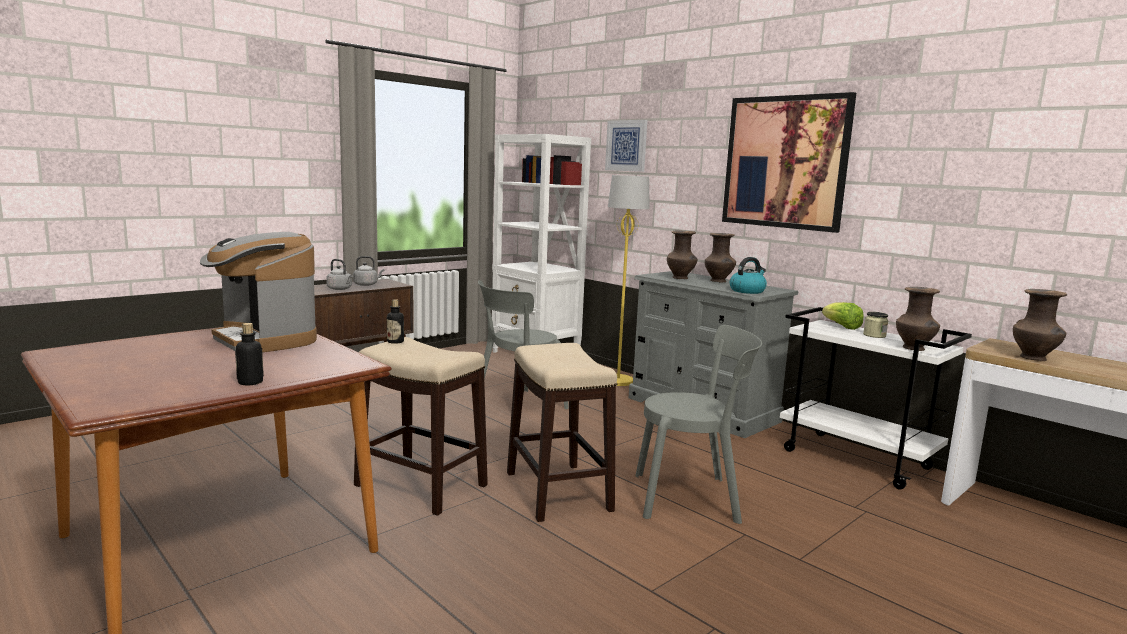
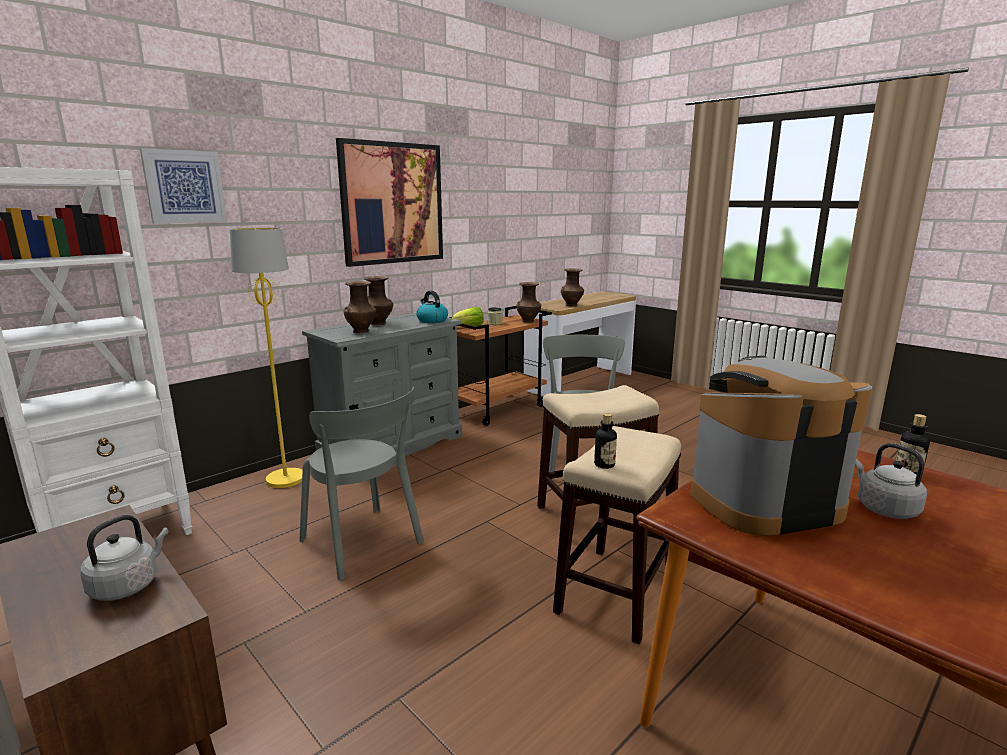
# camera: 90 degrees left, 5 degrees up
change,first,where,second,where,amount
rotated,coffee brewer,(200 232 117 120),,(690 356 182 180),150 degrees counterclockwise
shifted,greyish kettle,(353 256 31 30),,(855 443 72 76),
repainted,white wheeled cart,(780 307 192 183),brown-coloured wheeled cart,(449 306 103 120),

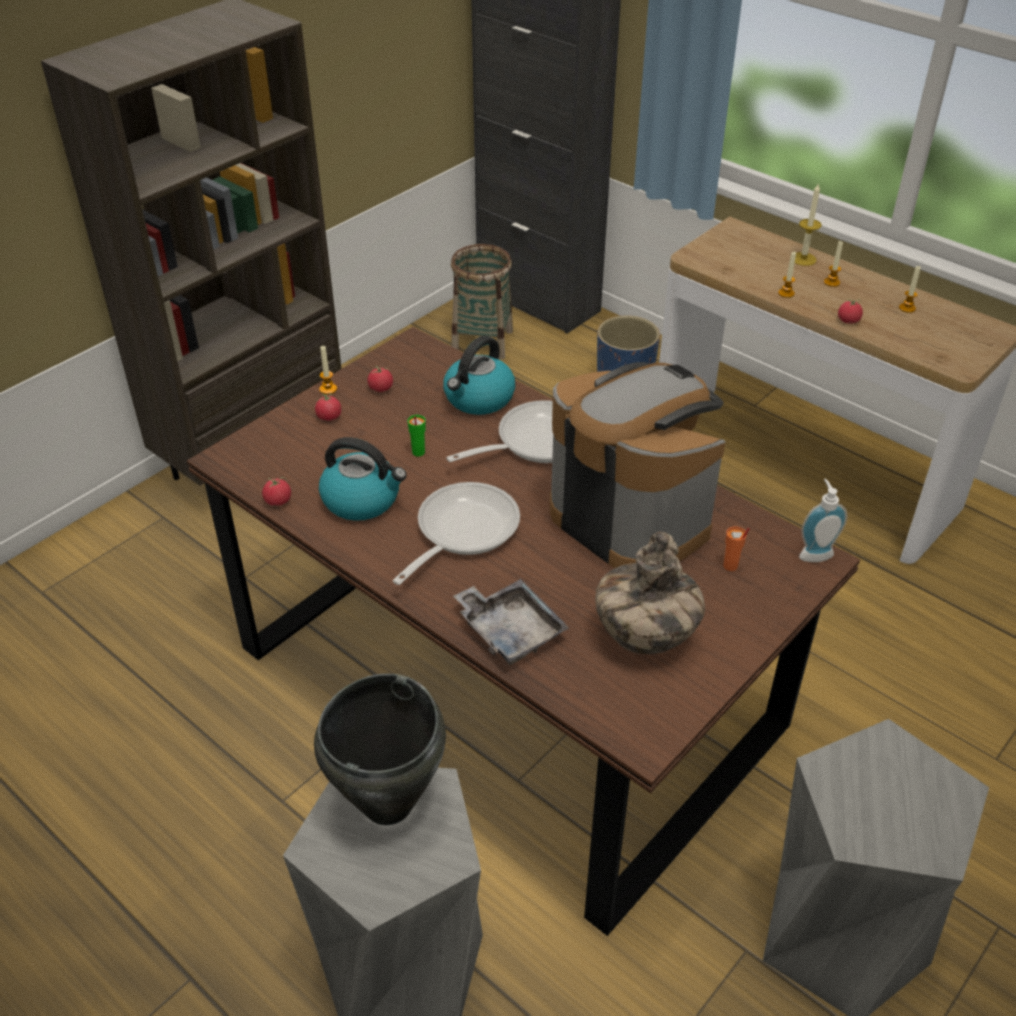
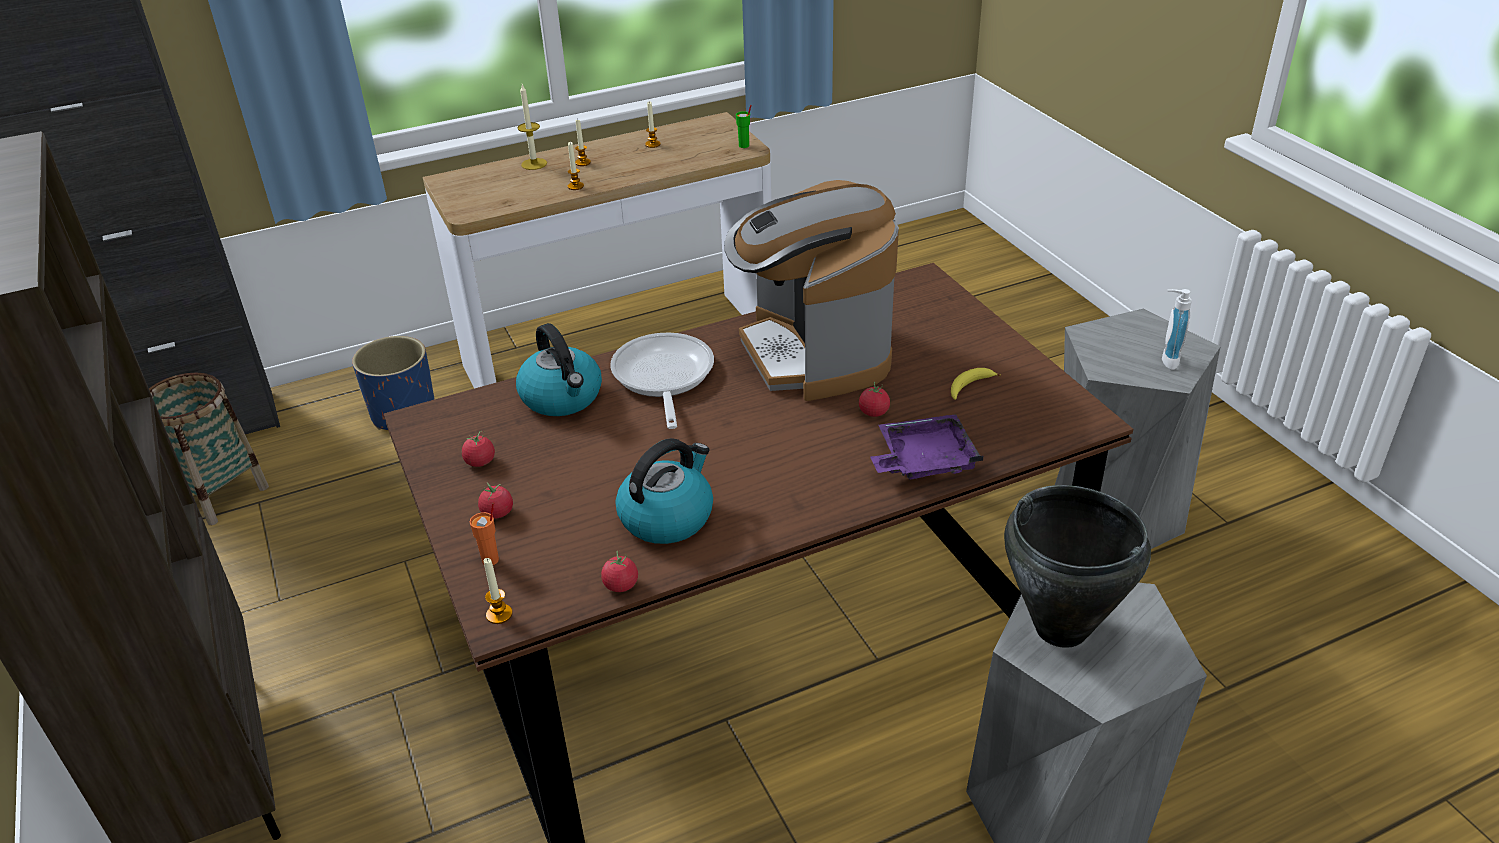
# camera: 65 degrees left, 5 degrees down
change,first,where,second,where,amount
shifted,candle,(319 346 18 49),,(484 558 28 66),
gone,pan,(392 482 128 103),,,
shifted,green-coloured small cup,(408 415 18 42),,(736 105 15 43),
repainted,greyish serving tray,(454 579 115 86),purplish serving tray,(870 414 113 65),
rotated,coffee brewer,(550 362 175 206),,(724 180 175 221),90 degrees counterclockwise
swapped,vase,(595 532 110 122),banana fruit,(951 368 50 32),
shifted,orange small cup,(723 527 27 44),,(470 502 29 63),
shifted,soap bottle,(799 479 48 83),,(1162 289 30 81),
shifted,fresh tomato,(838 299 25 25),,(859 382 31 35),

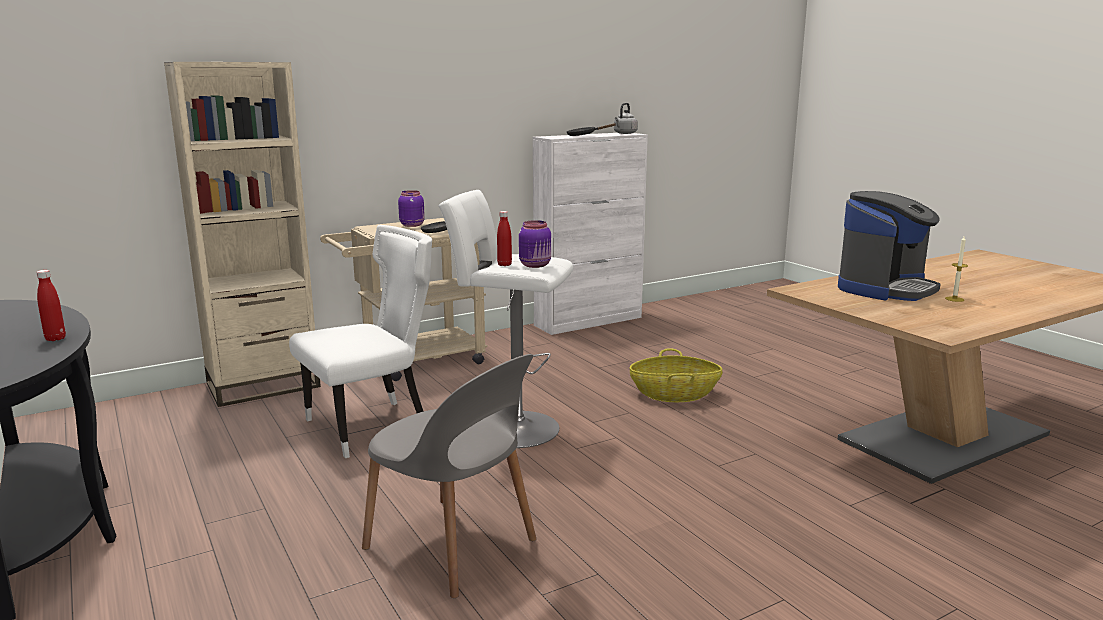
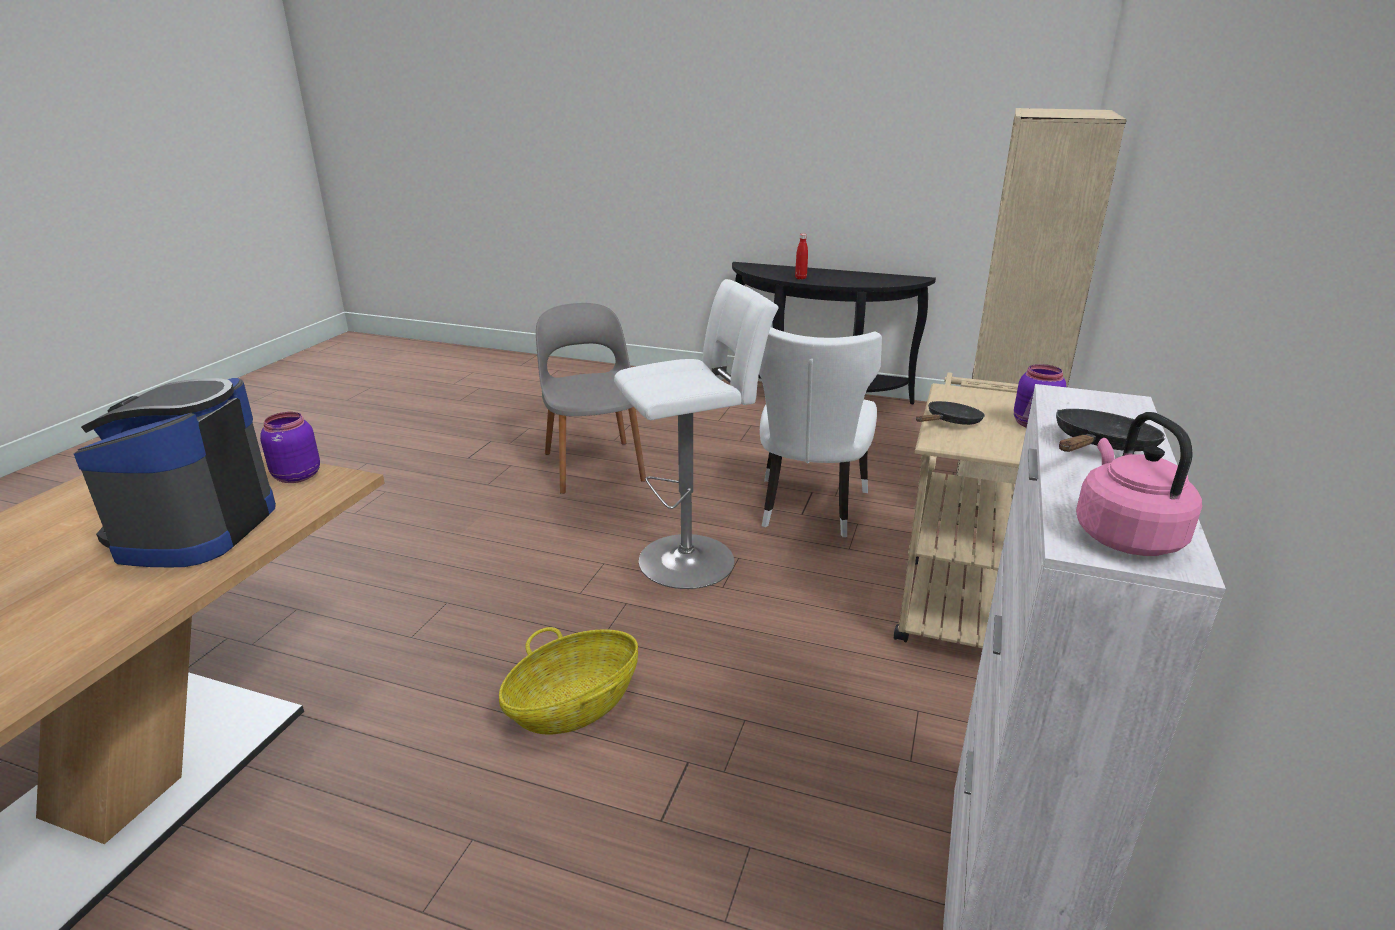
# camera: 140 degrees right, 10 degrees up
change,first,where,second,where,amount
rotated,greyish upright chair,(362 354 174 244),,(536 303 110 191),75 degrees clockwise
gone,red-coloured bottle,(497 211 15 55),,,
shifted,purplish jar,(519 220 32 48),,(260 412 60 71),
repainted,greyish kettle,(614 103 24 31),pinkish kettle,(1076 412 126 144),
gone,candle,(945 236 23 66),,,

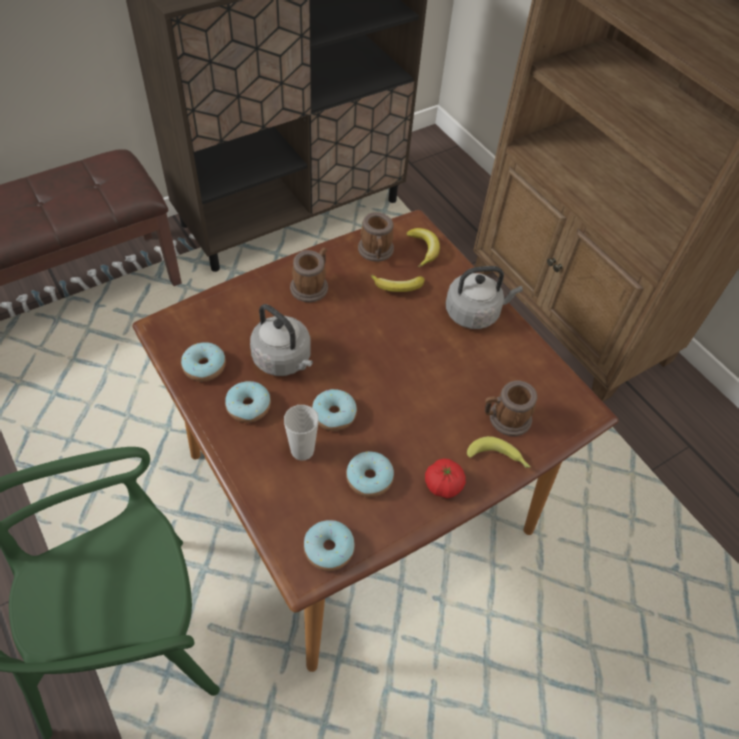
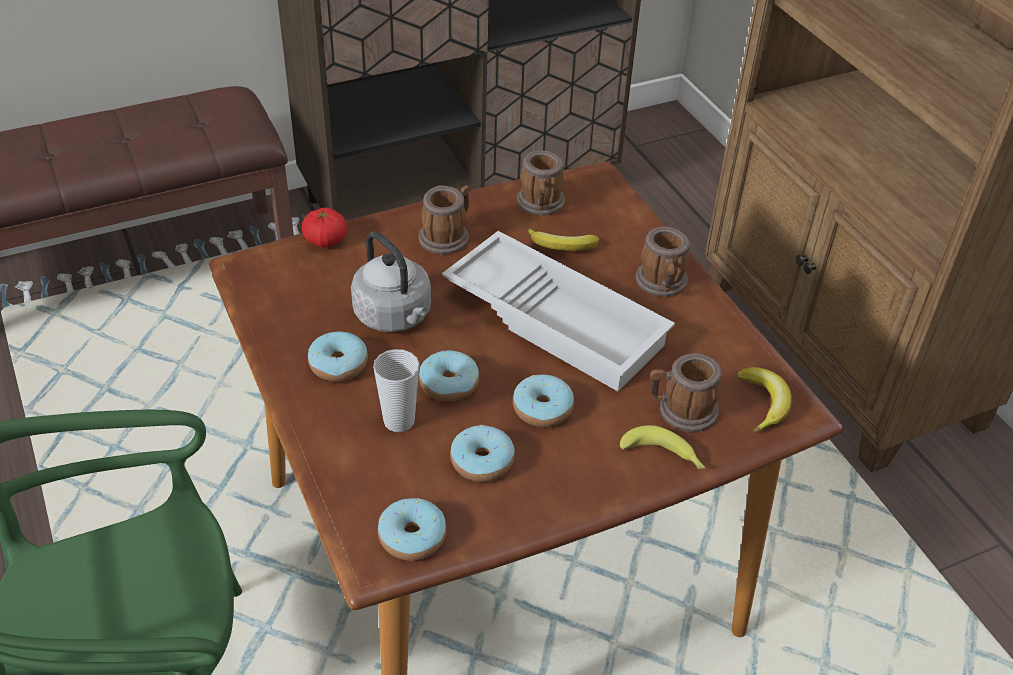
# camera: 10 degrees right, 10 degrees down
change,first,where,second,where,amount
shifted,ring doughnut,(181 342 45 40),,(513 374 61 53),
shifted,banana fruit,(406 228 34 40),,(737 367 55 65),
shifted,fresh tomato,(425 458 41 40),,(302 208 45 39),
swapped,greyish kettle,(446 266 77 63),coffee mug,(636 227 54 70),
new,,,white serving tray,(442 231 233 160),

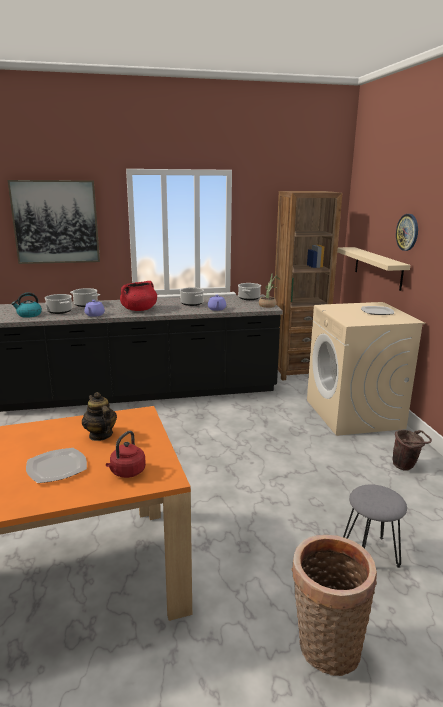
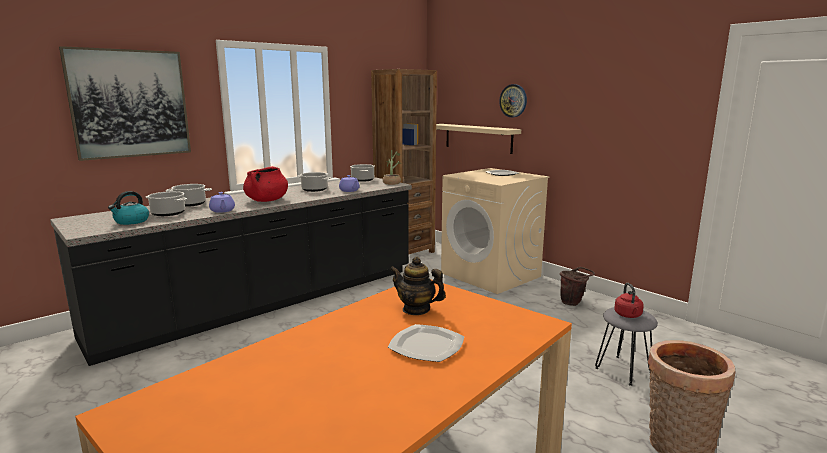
# camera: 30 degrees left, 5 degrees down
change,first,where,second,where,amount
shifted,red-coloured kettle,(106 431 40 47),,(614 283 30 35),

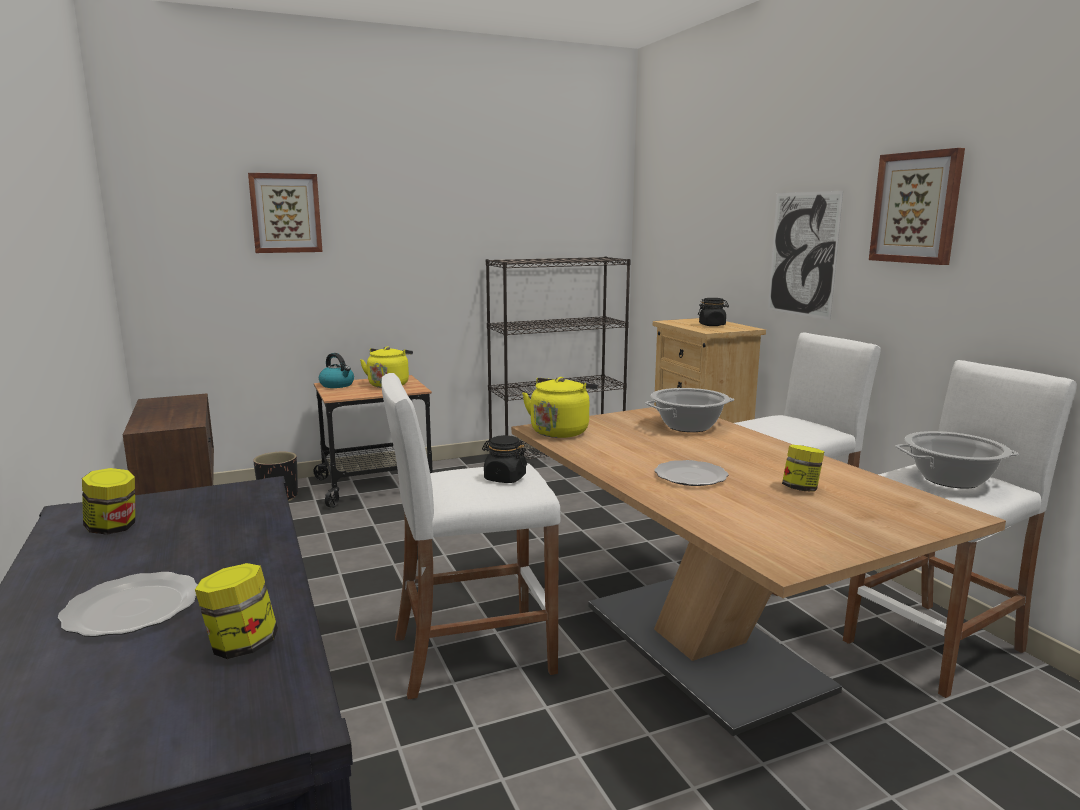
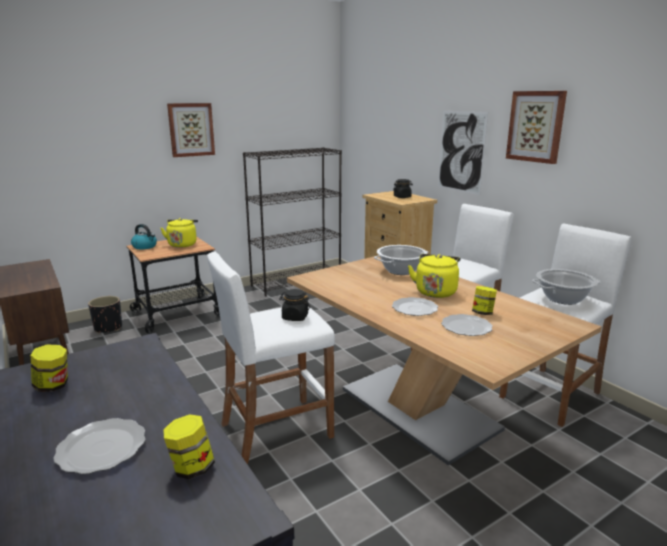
# camera: 10 degrees left, 5 degrees up
change,first,where,second,where,amount
shifted,wall art,(248 173 74 80),,(167 103 48 54),
shifted,yellow-coloured kettle,(522 377 76 61),,(408 254 52 44),
new,,,flat dish,(441 314 52 22),

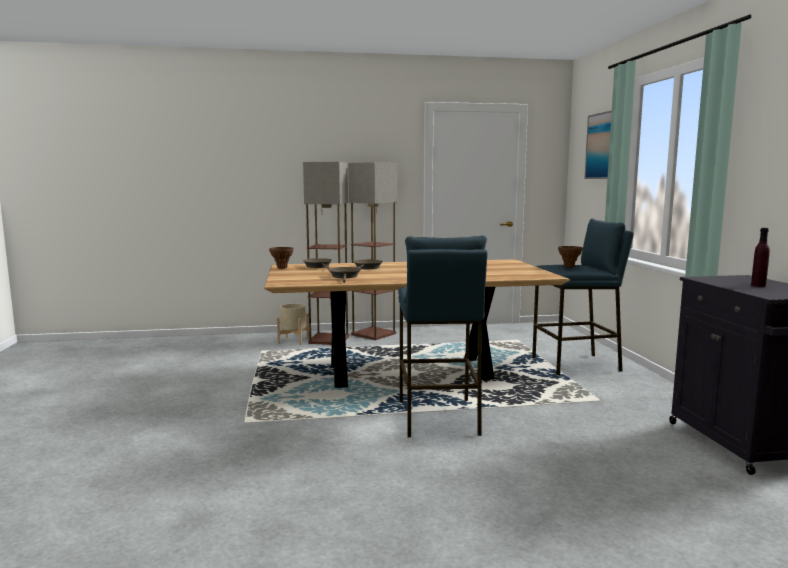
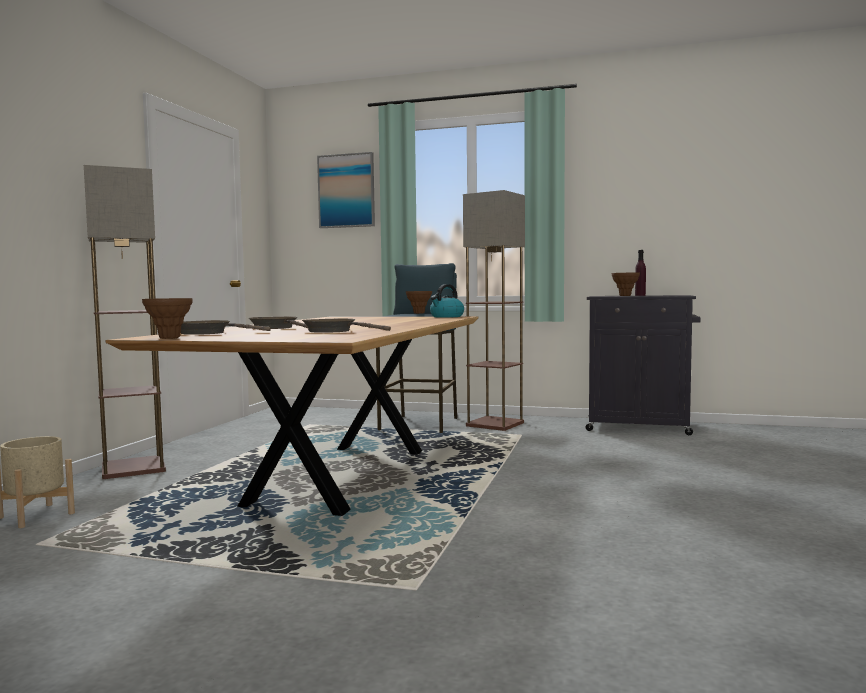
# camera: 65 degrees left, 5 degrees down
change,first,where,second,where,amount
shifted,standing lamp,(303 162 46 183),,(463 190 62 241),
gone,blue-coloured sitting stool,(398 235 89 202),,,
new,,,kettle,(430 284 34 34),
new,,,brown-coloured vase,(612 273 28 23),

